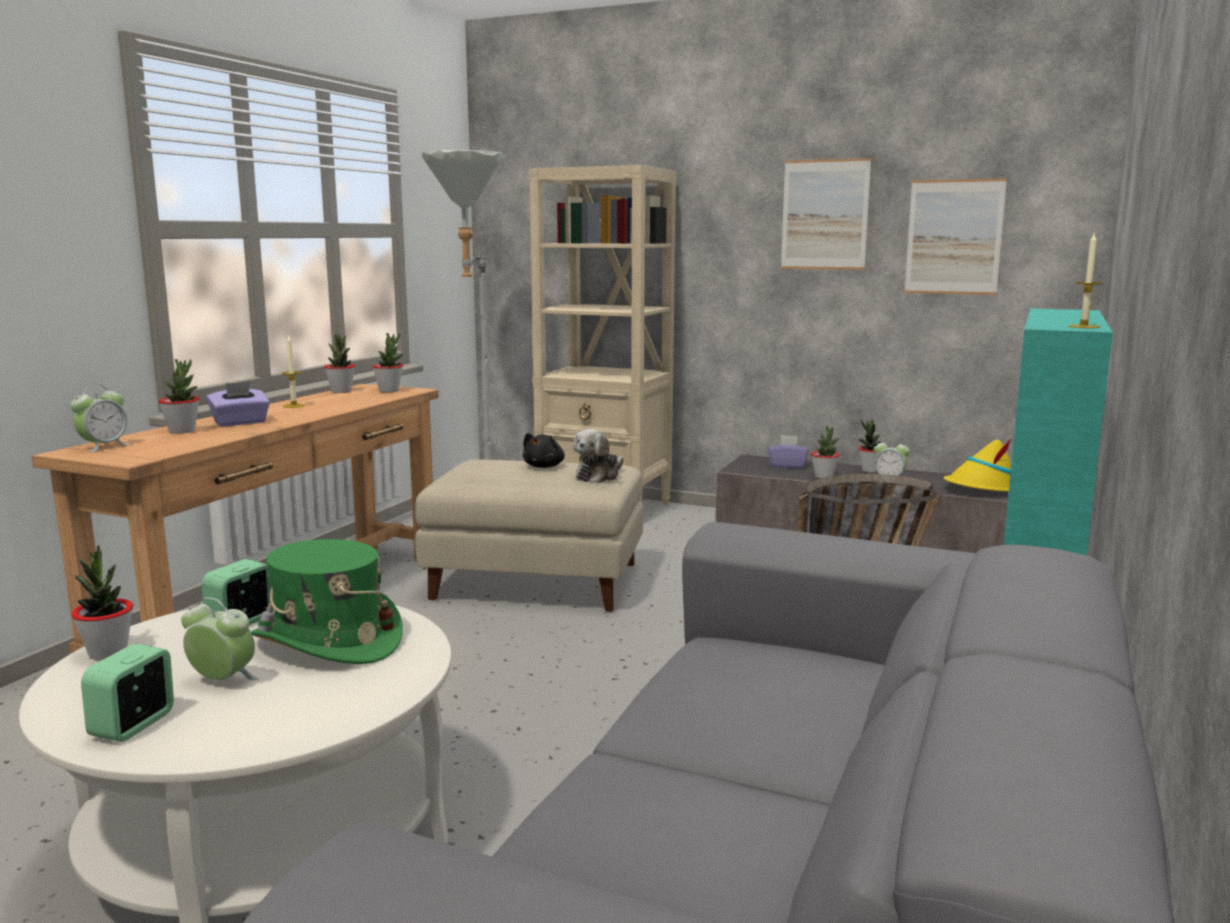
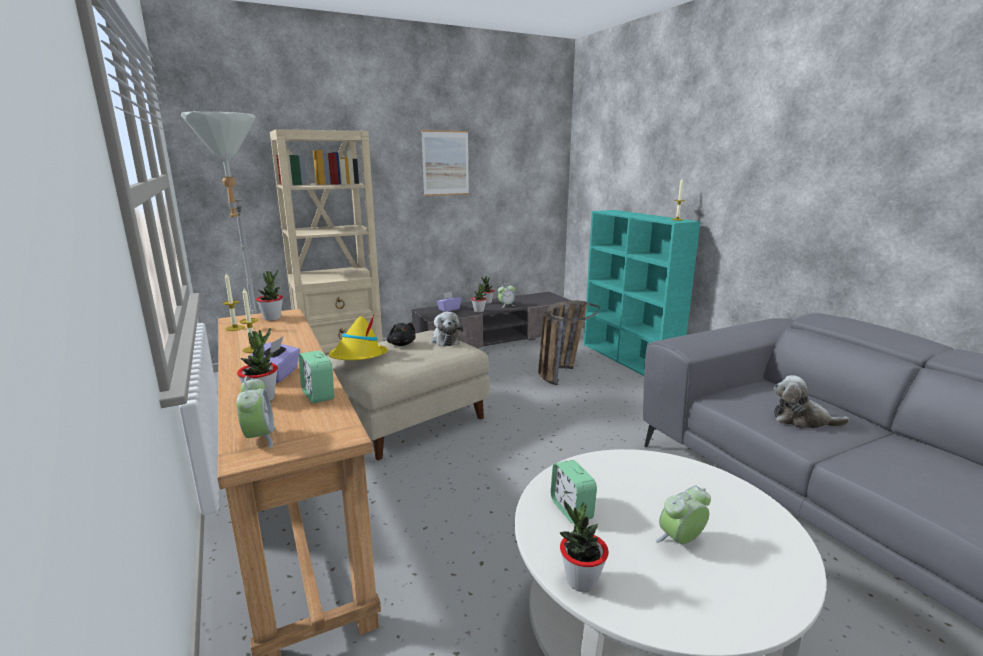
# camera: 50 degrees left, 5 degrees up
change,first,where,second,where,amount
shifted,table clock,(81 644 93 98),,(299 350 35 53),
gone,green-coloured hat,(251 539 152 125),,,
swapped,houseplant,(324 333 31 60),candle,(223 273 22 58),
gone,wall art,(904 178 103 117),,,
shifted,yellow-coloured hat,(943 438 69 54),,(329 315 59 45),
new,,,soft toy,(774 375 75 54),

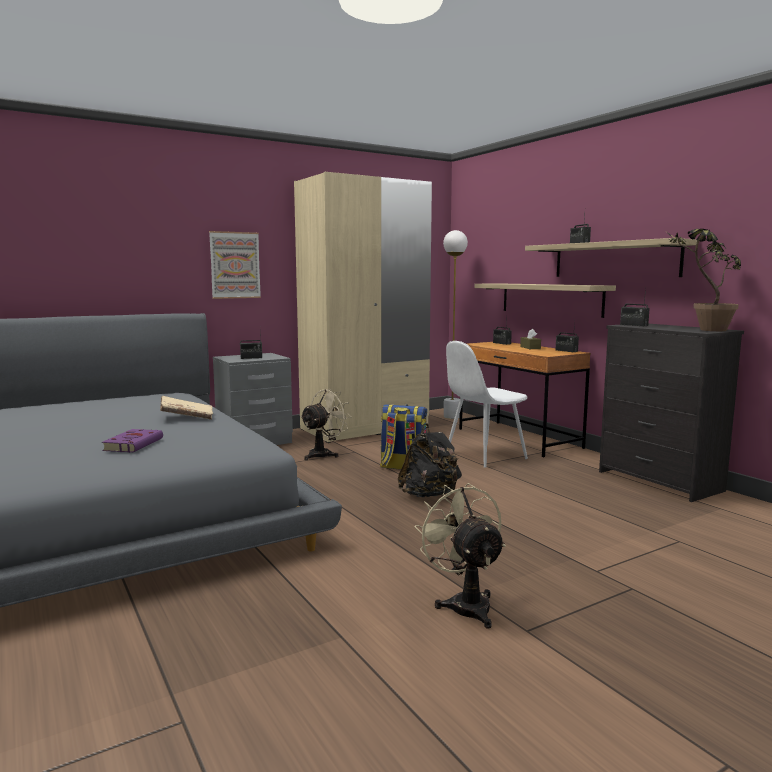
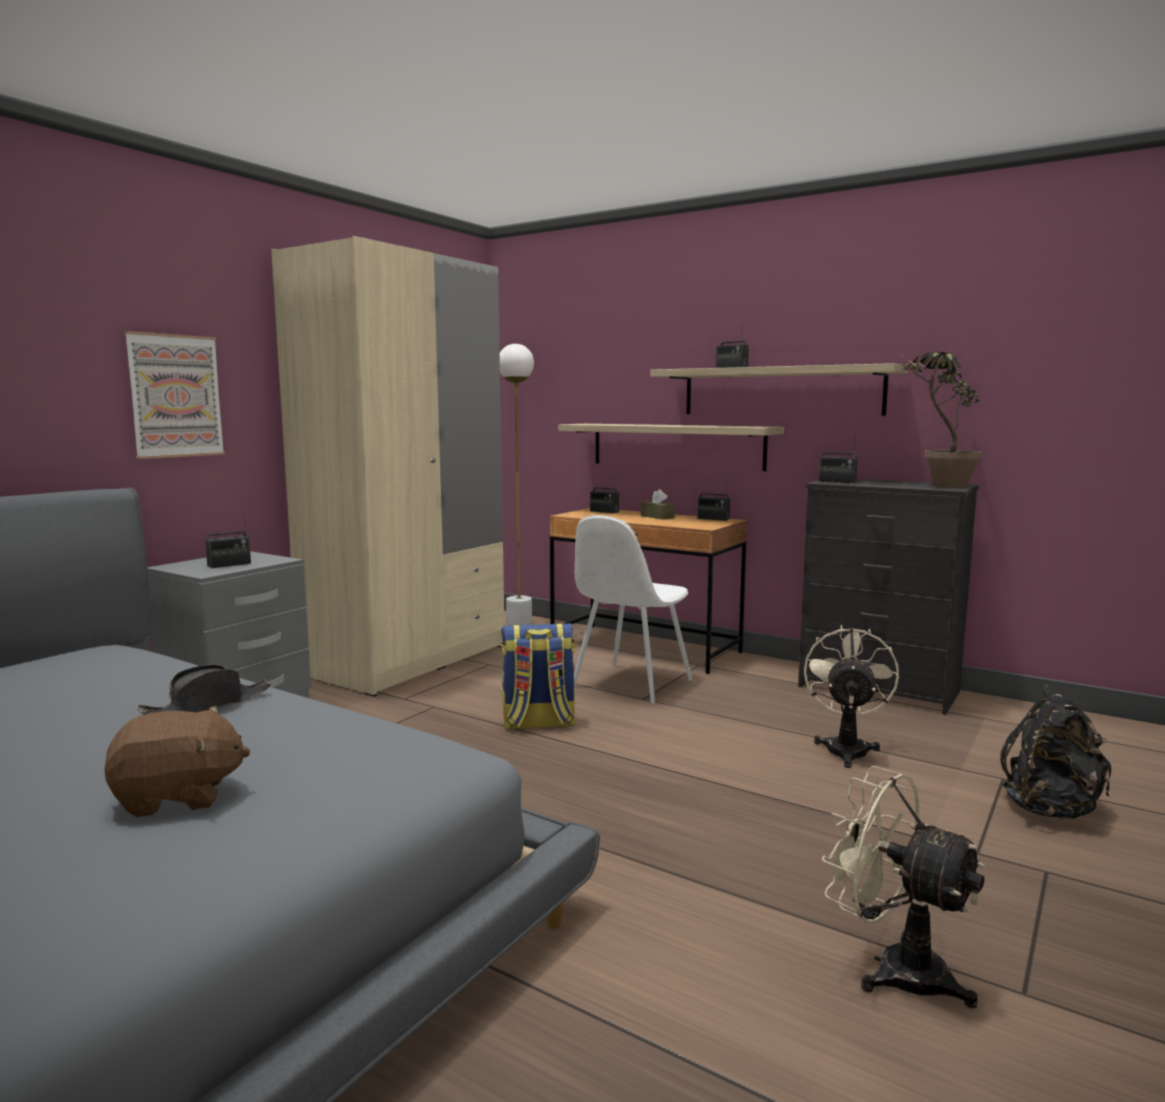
# camera: 25 degrees left, 0 degrees up
change,first,where,second,where,amount
swapped,purplish bound book,(102 429 61 24),brown-coloured soft toy,(104 706 146 111),
swapped,beige bound book,(160 396 53 24),black hat,(137 664 134 51),
shifted,beige electric fan,(300 389 52 71),,(804 625 95 143),
shifted,black rucksack,(398 424 64 73),,(1000 683 111 136),

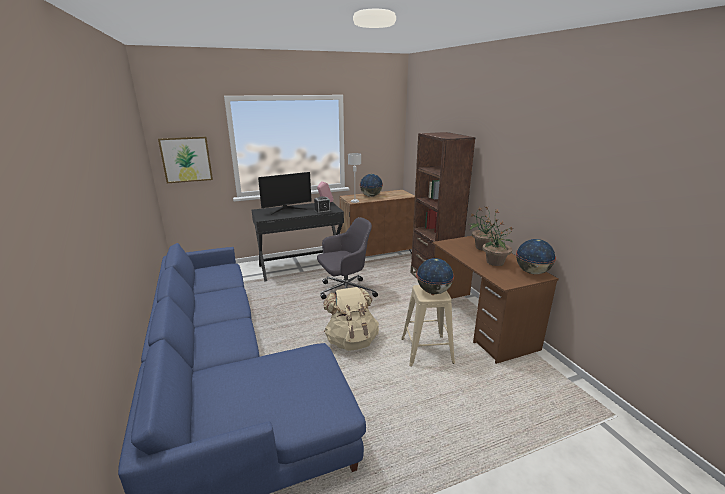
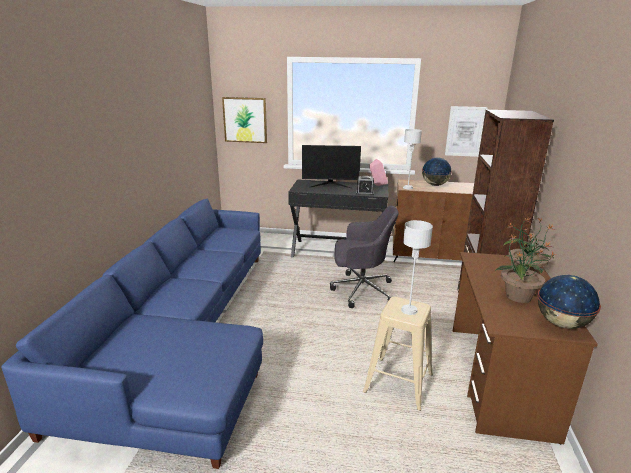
# camera: 30 degrees right, 0 degrees up
change,first,where,second,where,amount
gone,beige rucksack,(323 287 56 64),,,
swapped,world globe,(416 258 38 36),greyish lamp for a table,(401 220 32 95),
new,,,wall art,(445 106 43 51),

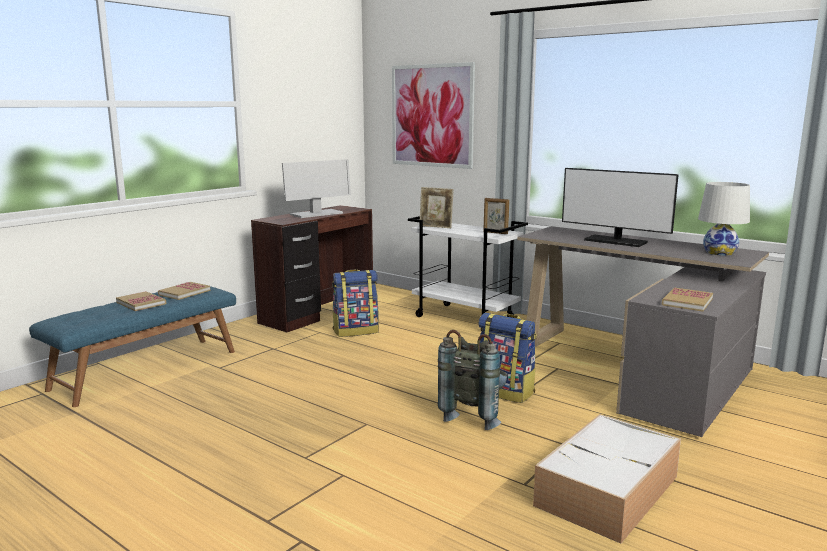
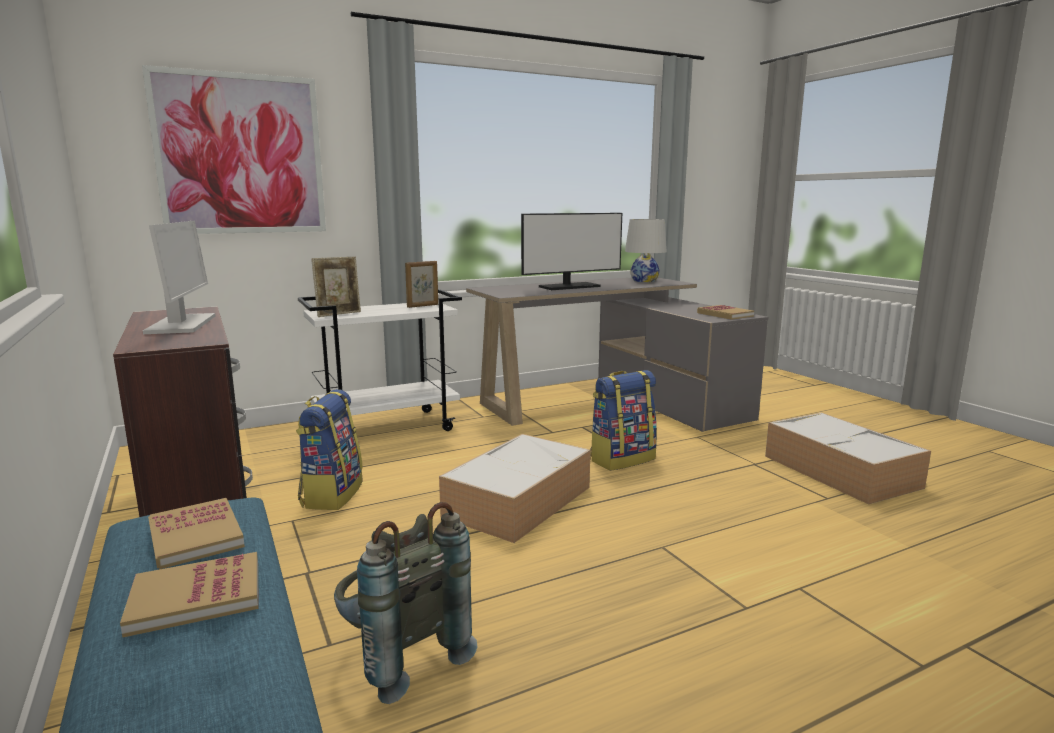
# camera: 65 degrees left, 0 degrees up
change,first,where,second,where,amount
shifted,greyish rucksack,(438 330 69 100),,(334 502 143 202),
new,,,storage container,(439 434 151 109),

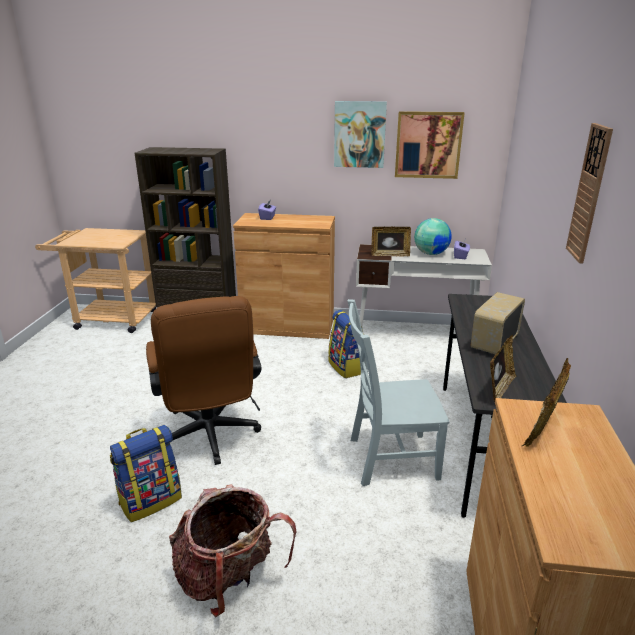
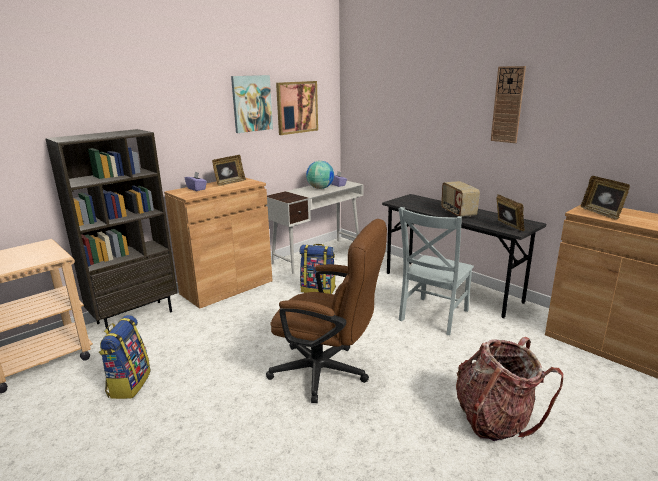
# camera: 50 degrees left, 5 degrees down
change,first,where,second,where,amount
shifted,rucksack,(110 425 72 97),,(99 315 52 84),
shifted,photo frame,(371 227 40 30),,(212 155 34 31),

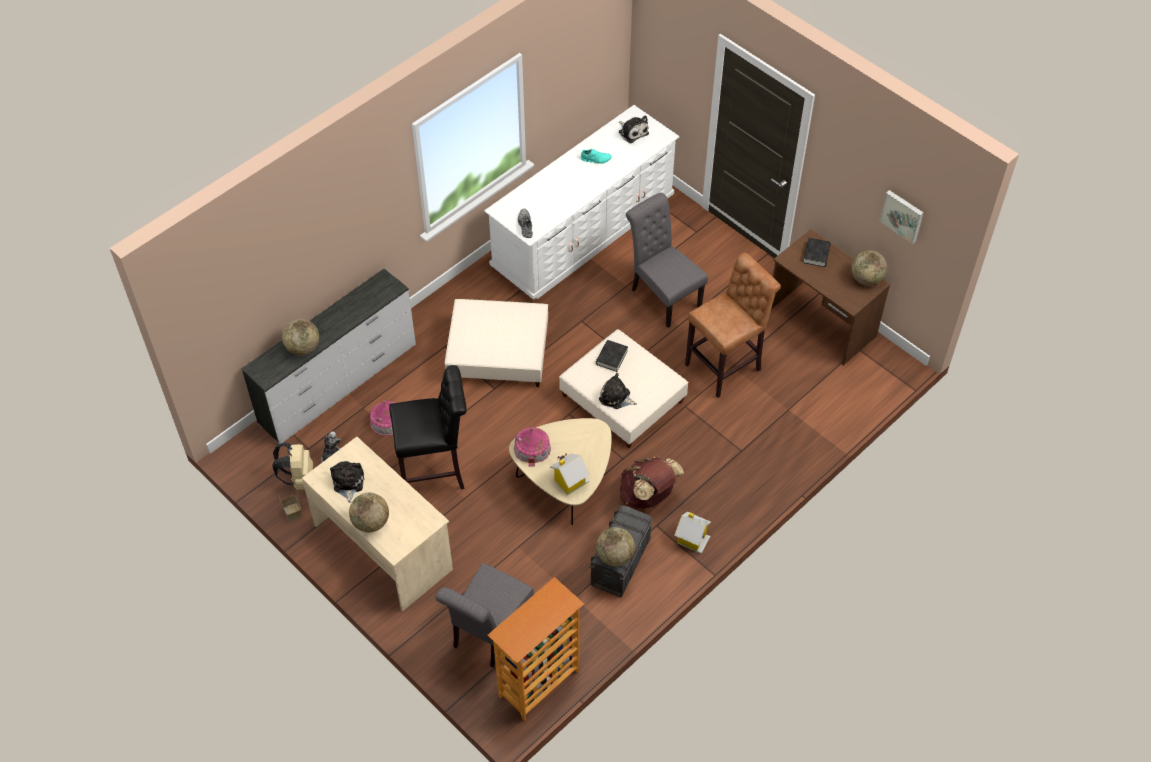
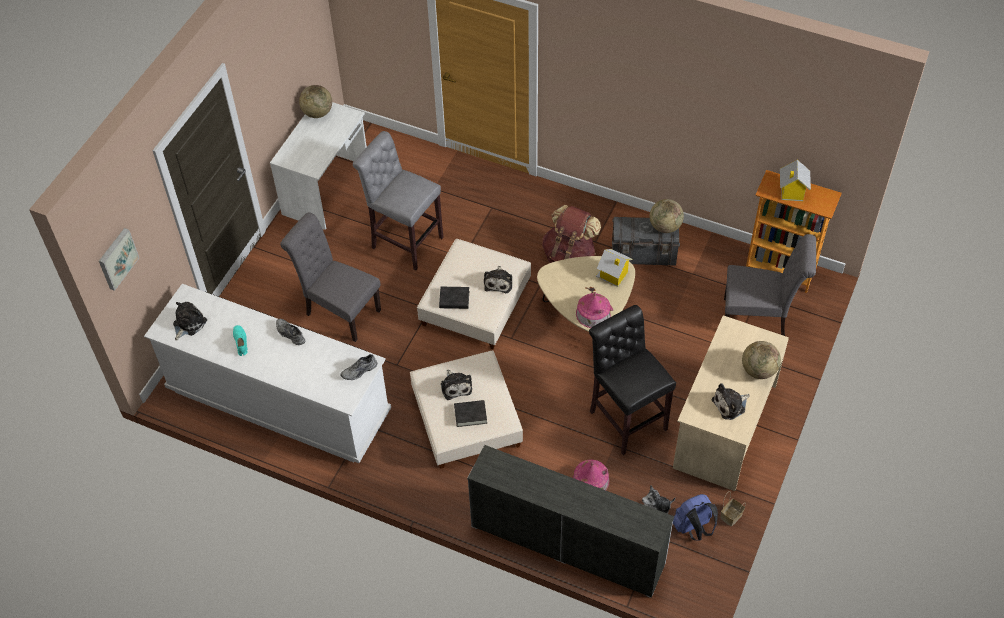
# camera: 110 degrees left, 0 degrees up
change,first,where,second,where,amount
repainted,beige rucksack,(272 442 41 48),blue-coloured rucksack,(673 494 45 46),
gone,world globe,(282 319 37 37),,,
rotated,greyish upright chair,(626 193 82 135),,(280 212 101 130),90 degrees clockwise
shifted,miniature house,(675 512 36 42),,(780 160 31 41),
repainted,brown-coloured sitting stool,(685 253 96 145),greyish sitting stool,(353 131 91 139),
repainted,brown-coloured desk,(771 229 119 137),white desk,(270 102 97 128),
shifted,black bound book,(803 238 28 29),,(454 400 33 27),
shifted,wall art,(879 190 45 54),,(99 228 40 63),
new,,,greyish item of footwear,(276 319 29 26),
new,,,soft toy,(441 370 31 30),

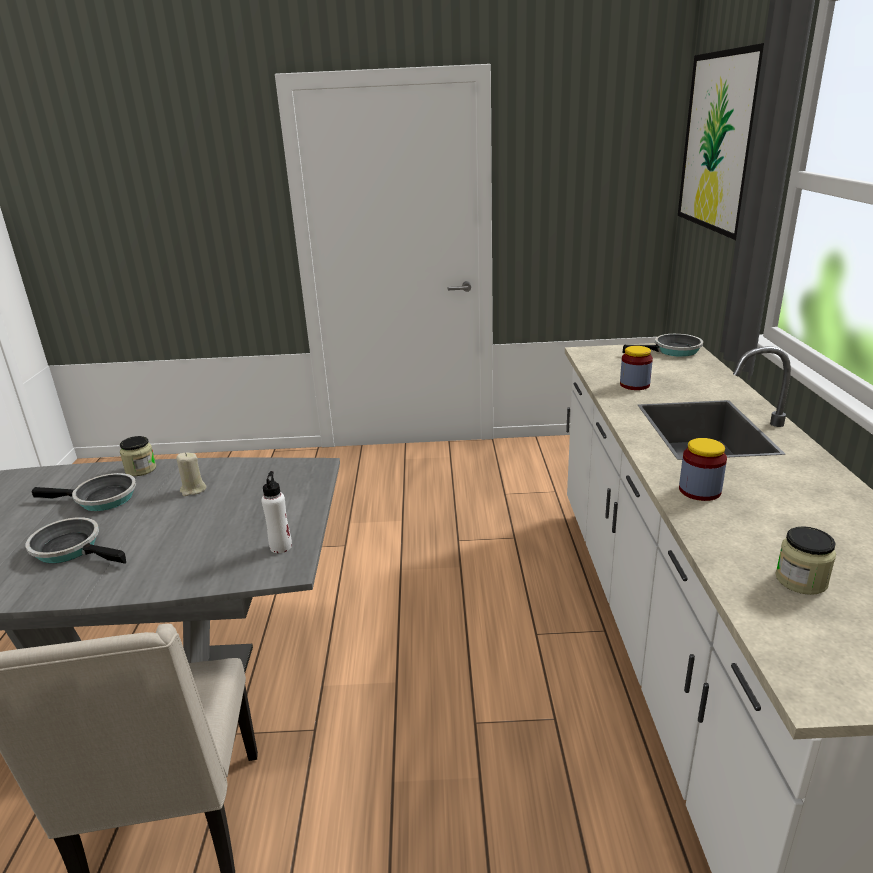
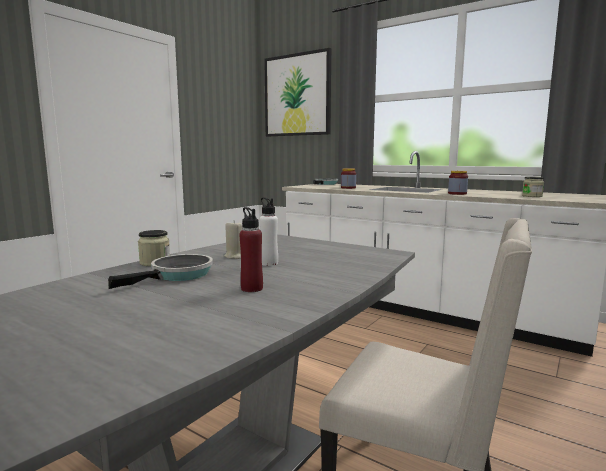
# camera: 55 degrees left, 15 degrees down
change,first,where,second,where,amount
swapped,pan,(25 517 101 47),red-coloured bottle,(239 207 24 85),
shifted,white bottle,(261 471 31 82),,(260 197 18 69),

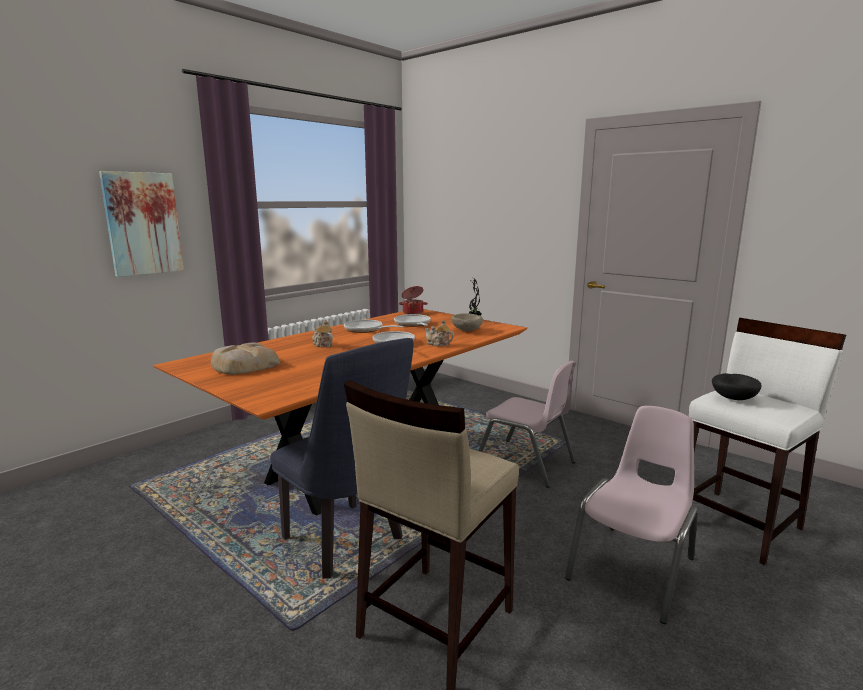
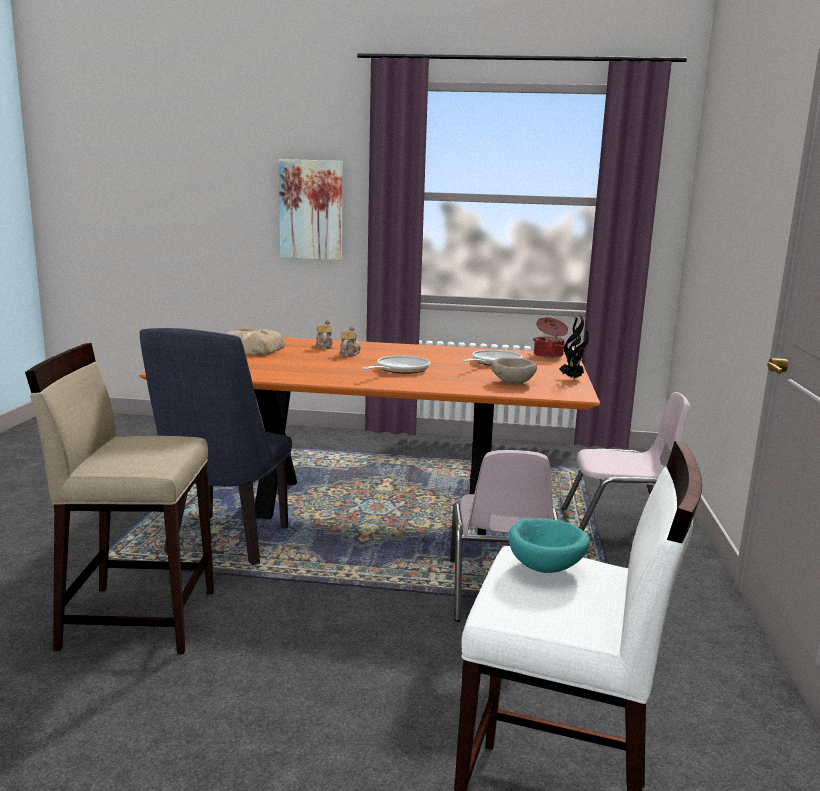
# camera: 55 degrees right, 0 degrees up
change,first,where,second,where,amount
gone,pan,(344 320 60 13),,,
shifted,teapot,(425 319 29 28),,(315 320 18 29),
shifted,pinkish upright chair,(565 406 133 218),,(562 392 128 139),
repainted,black serving bowl,(712 373 49 27),turquoise-coloured serving bowl,(508 518 82 55),

